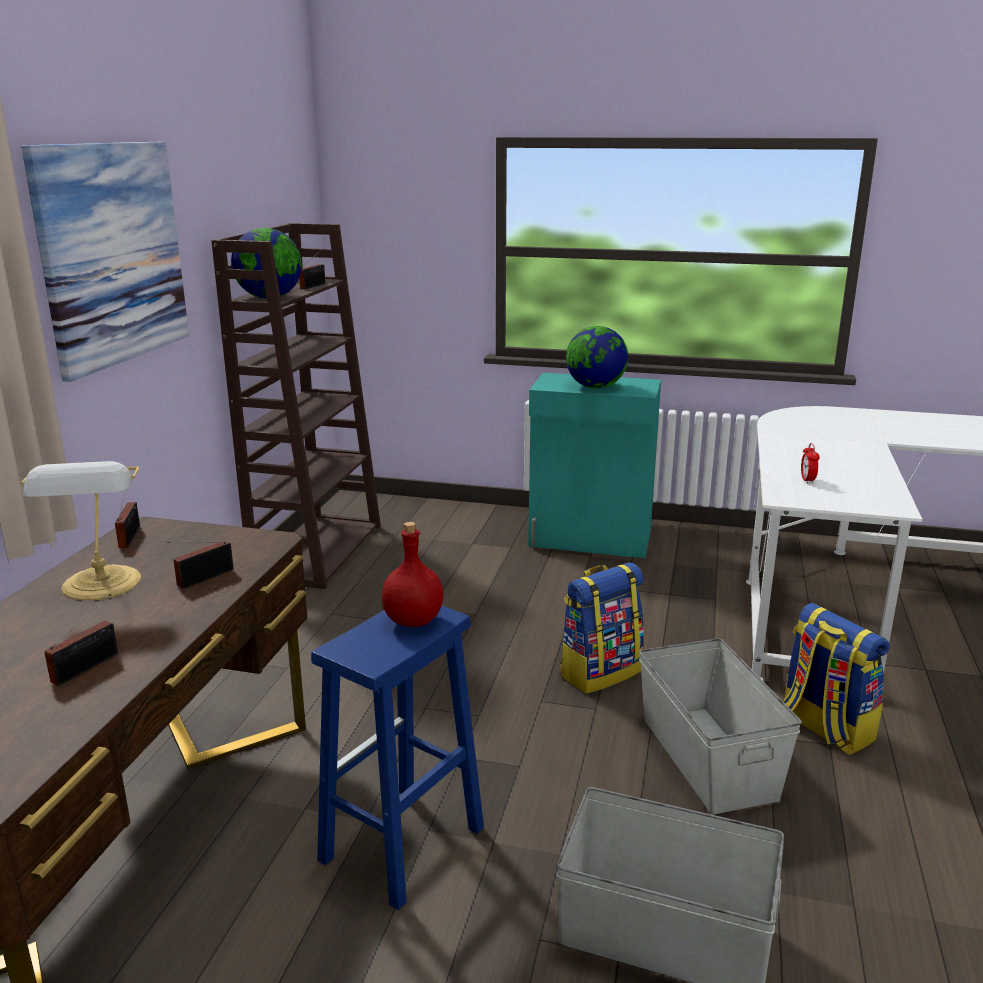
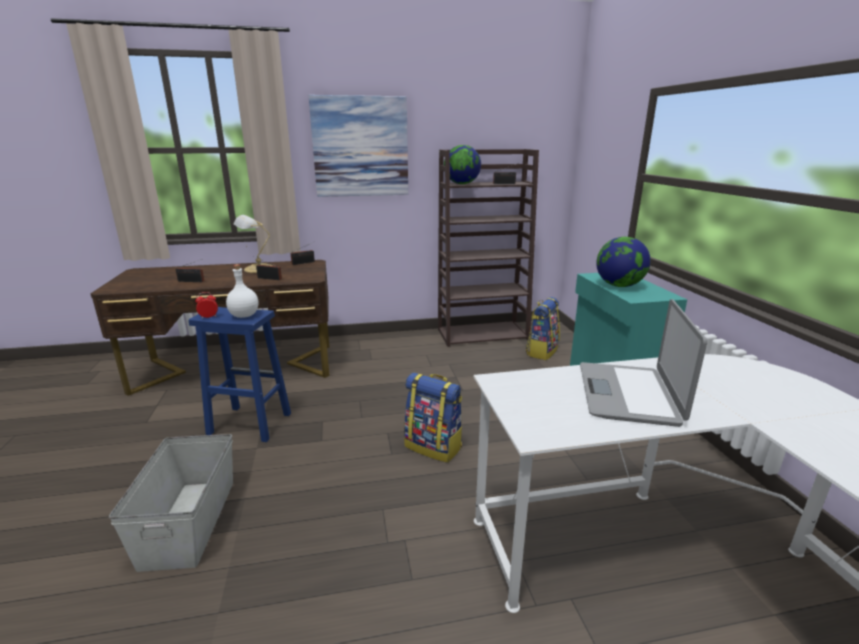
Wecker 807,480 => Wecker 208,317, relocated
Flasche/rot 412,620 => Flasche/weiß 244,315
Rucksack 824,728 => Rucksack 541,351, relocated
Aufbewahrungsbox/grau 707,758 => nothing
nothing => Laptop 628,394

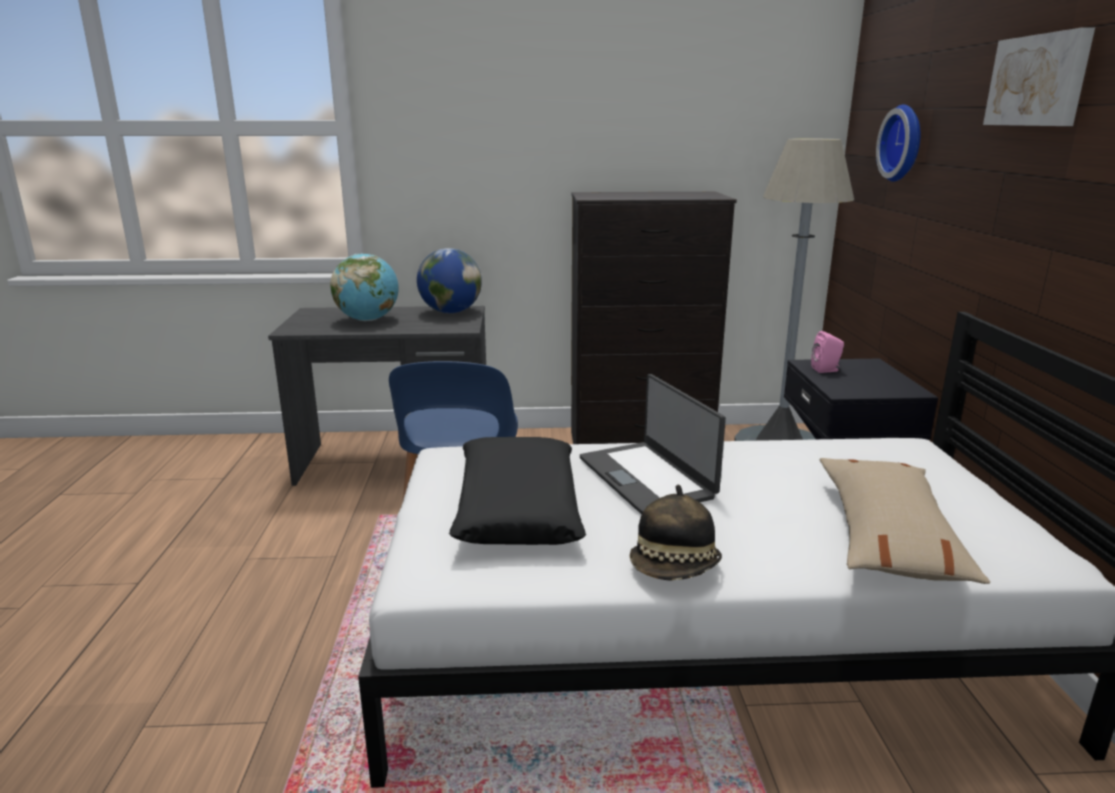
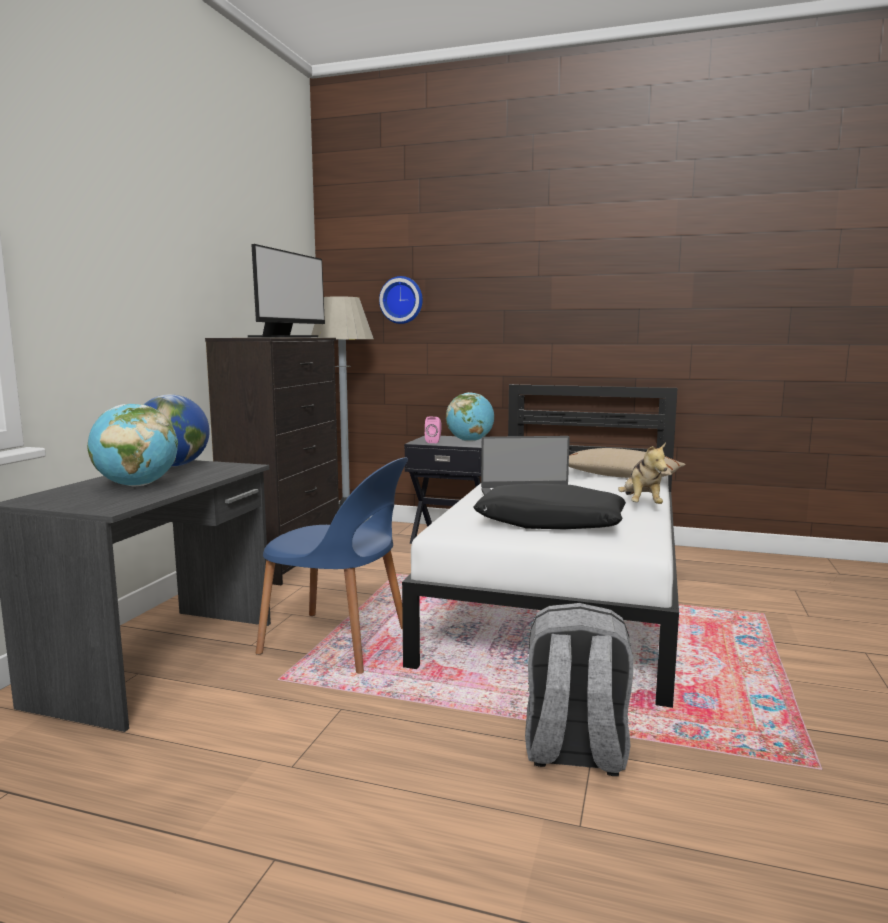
Bild 1039,80 => nothing
Hut 675,568 => Plüschtier 641,505
nothing => Monitor 285,337
nothing => Globus 470,441
nothing => Rucksack/grau 574,752

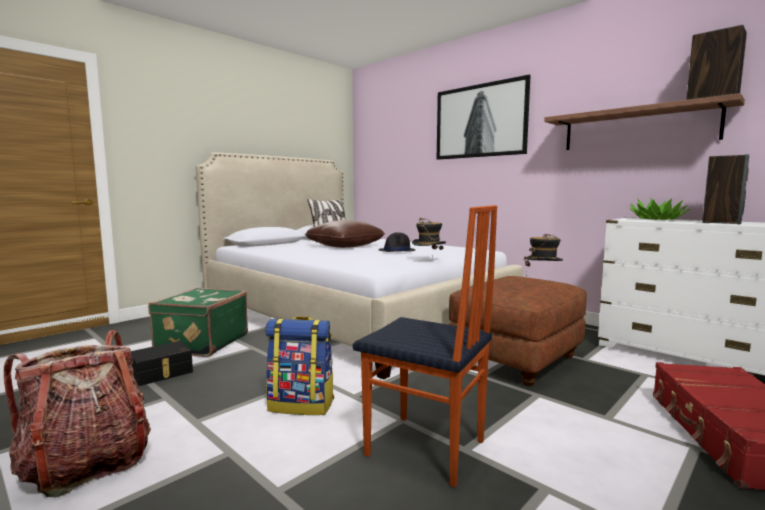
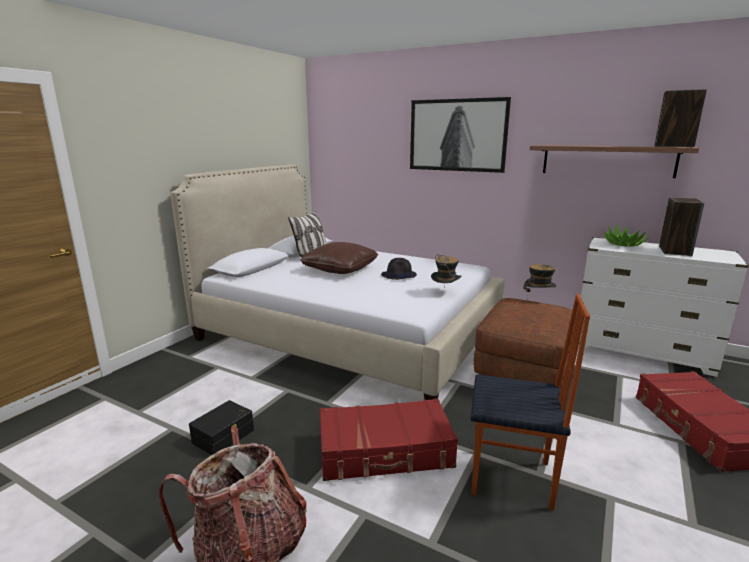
Koffer/grün 201,343 => nothing
Rucksack 302,405 => Koffer/rot 385,452

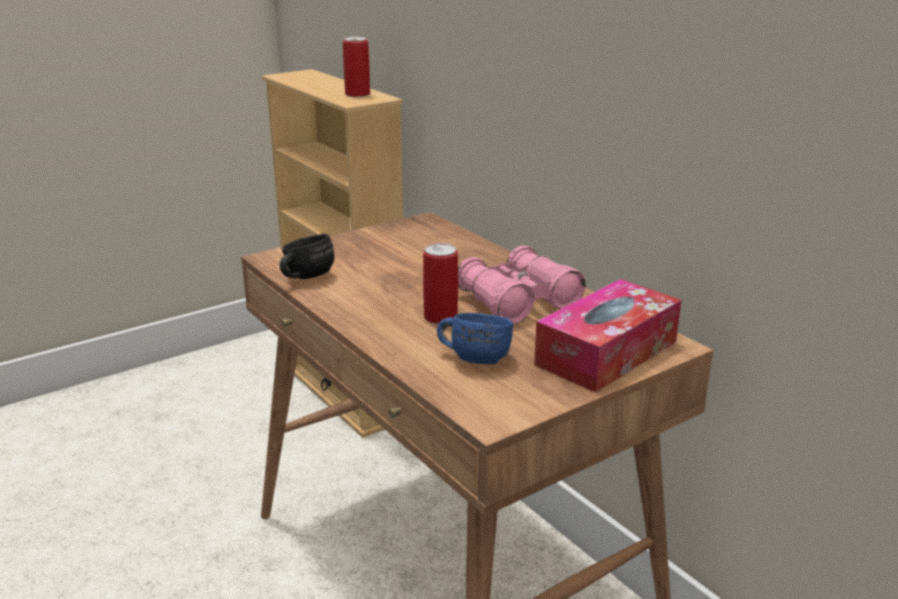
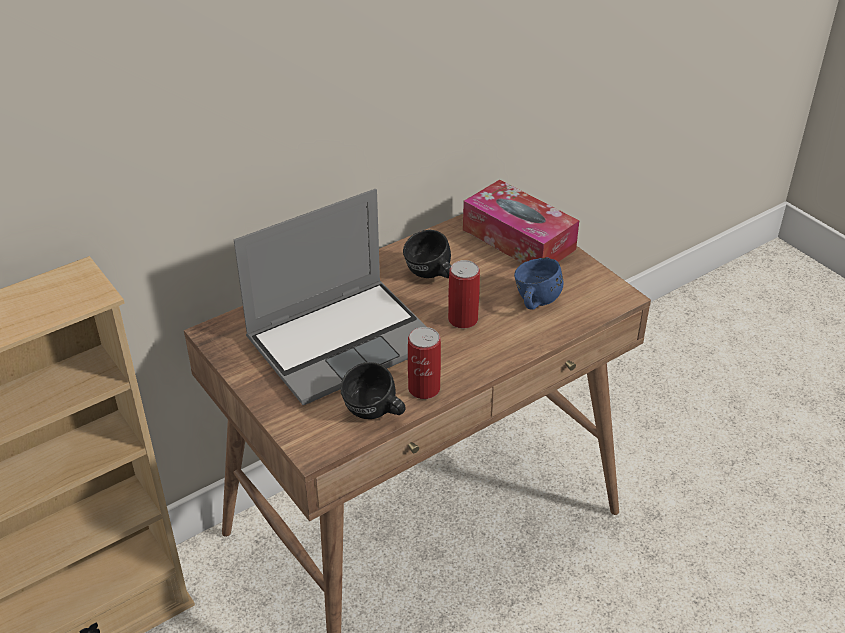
Dose 357,94 => Dose 424,388, relocated
Fernglas/rosa 518,301 => Henkelbecher/schwarz 430,276
nothing => Laptop 343,341

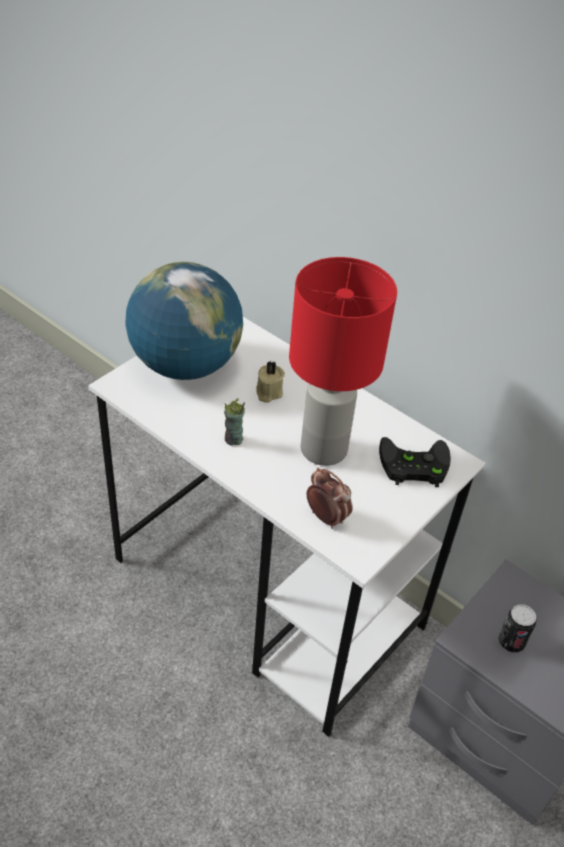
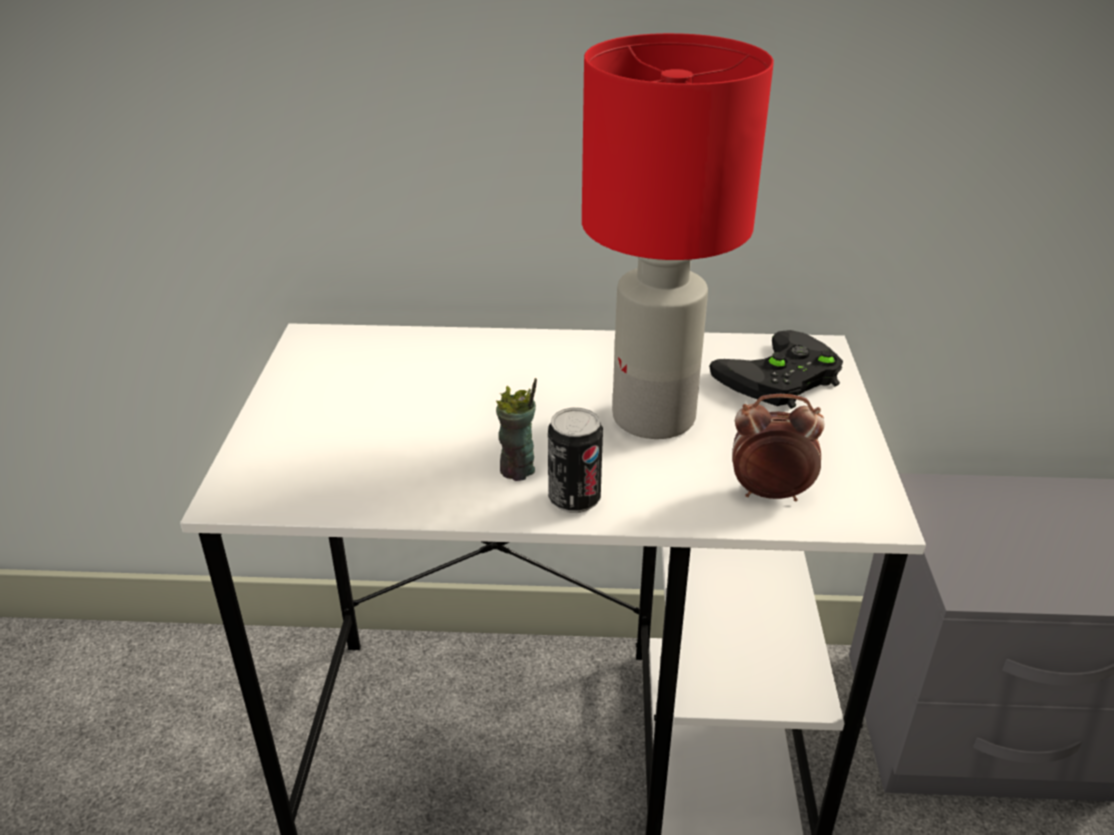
Globus 185,365 => nothing
Kerze/beige 268,393 => nothing
Dose 511,642 => Dose 574,499, relocated

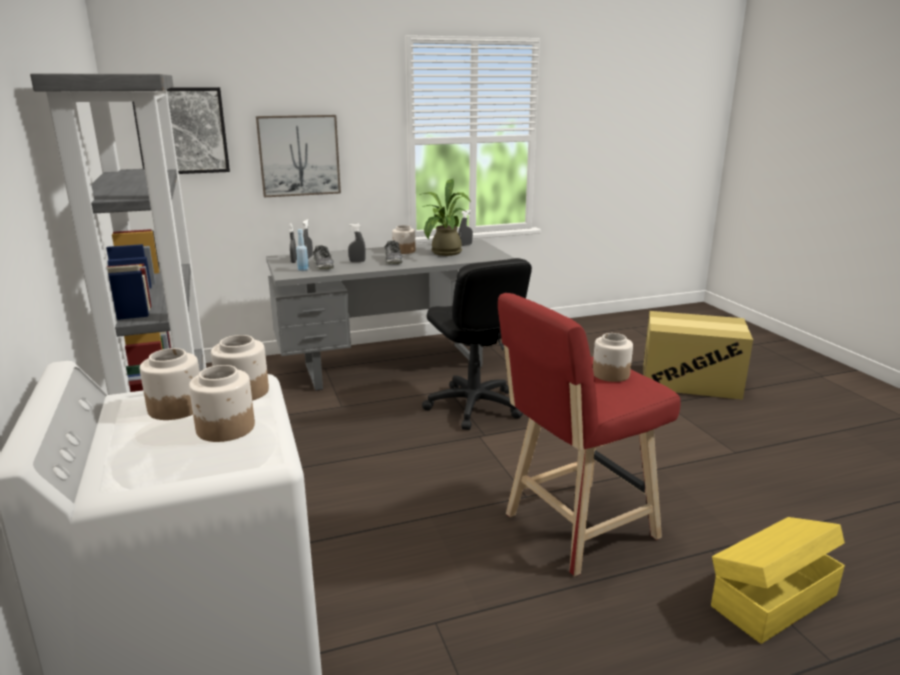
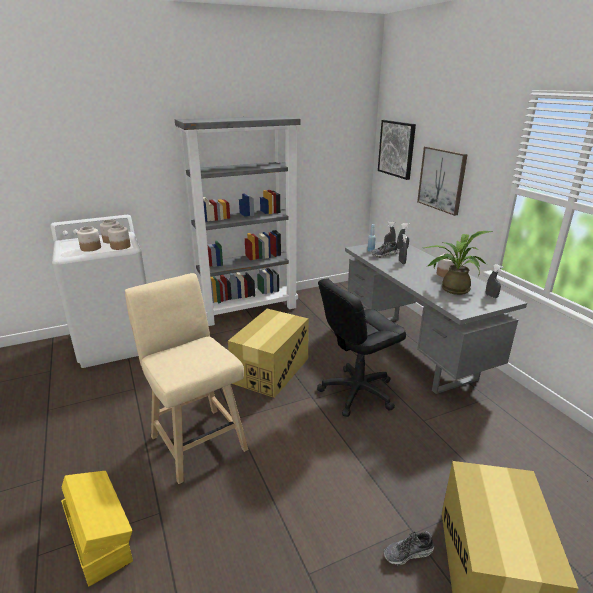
Schuh 393,260 => Schuh 408,553, relocated
Hocker/rot 574,528 => Hocker/beige 196,440
Vorratsglas 610,374 => nothing
nothing => Karton 271,370

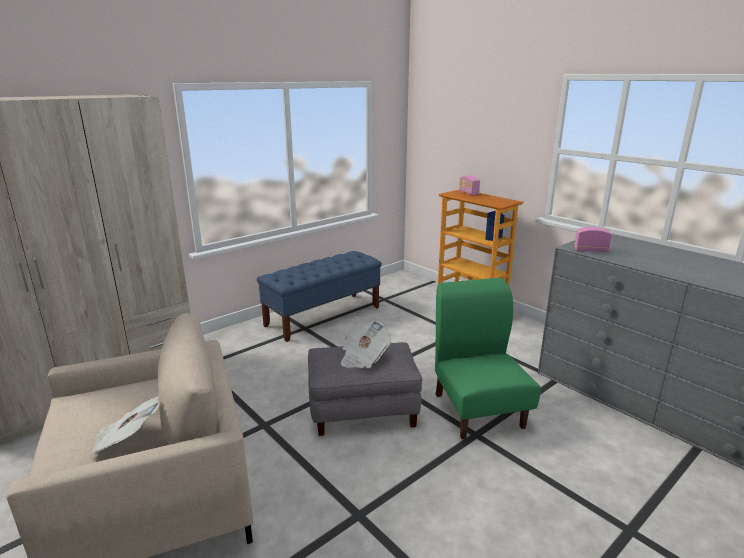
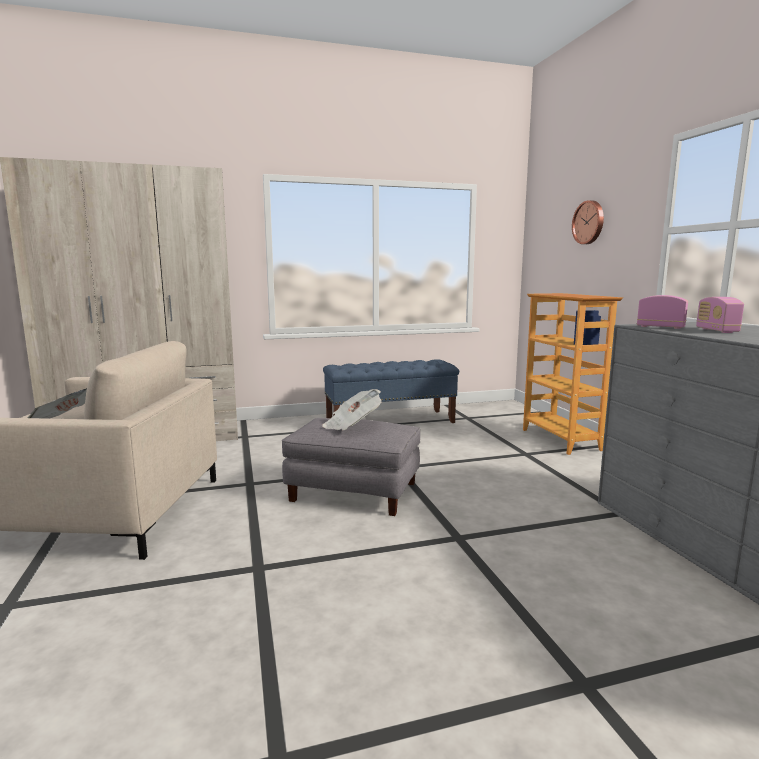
Radio 468,193 => Radio 716,330, relocated
Stuhl/grün 478,409 => nothing
nothing => Wanduhr 589,222

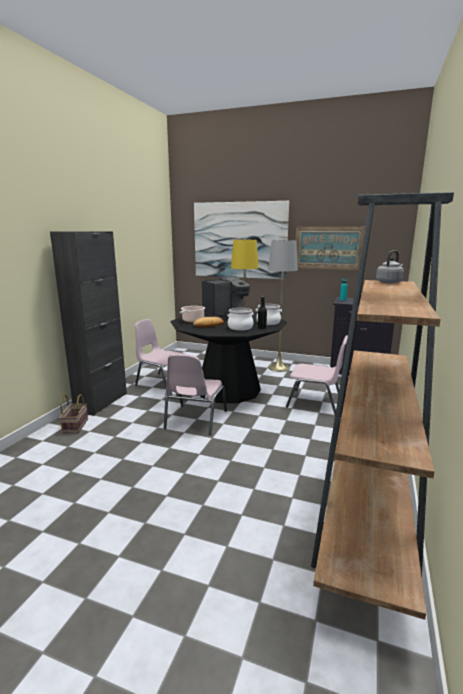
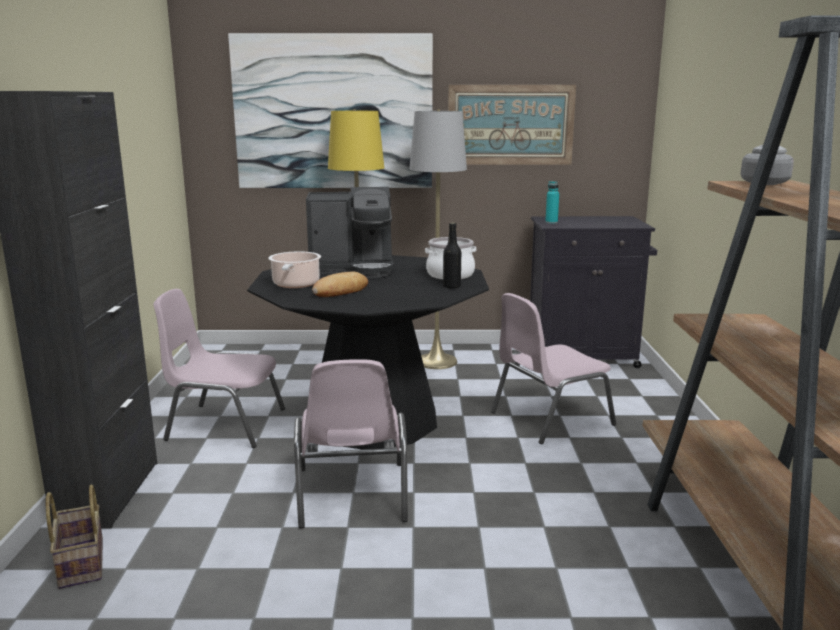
Kaffeemaschine 226,316 => Kaffeemaschine 353,268, 45 degrees clockwise
Kochtopf 240,328 => nothing
Stuhl/rosa 315,402 => Stuhl/rosa 549,418, 150 degrees clockwise

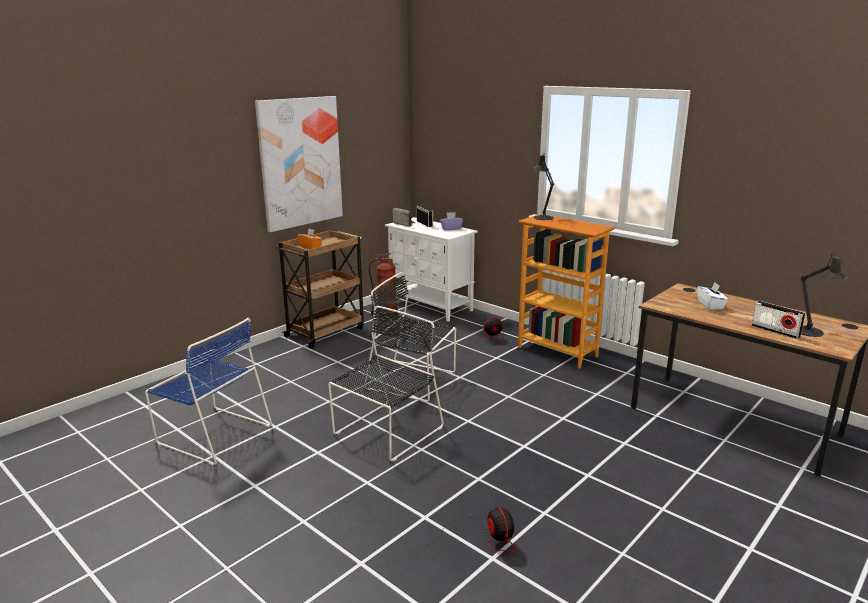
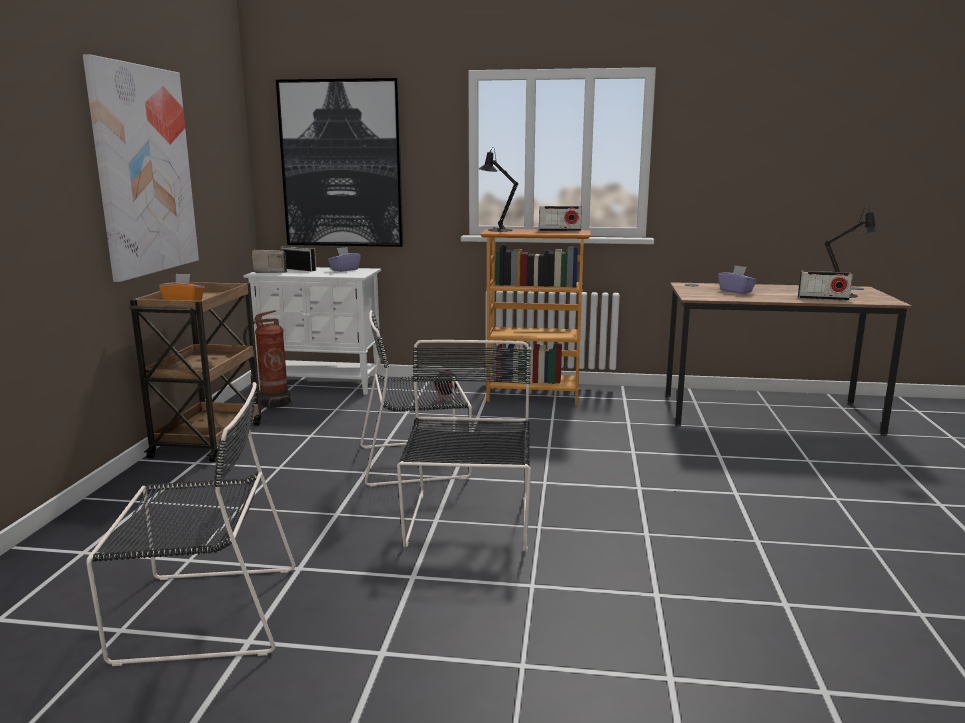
Taschentuchbox/weiß 710,305 => Taschentuchbox/lila 736,291
Stuhl/blau 212,433 => Stuhl/schwarz 202,613
Ventilator 483,538 => nothing
nothing => Bild 341,164
nothing => Radio 559,230

